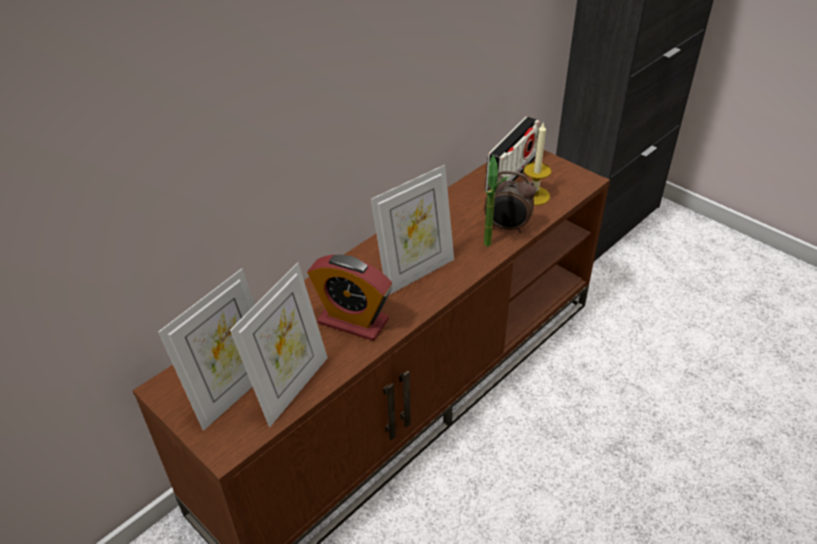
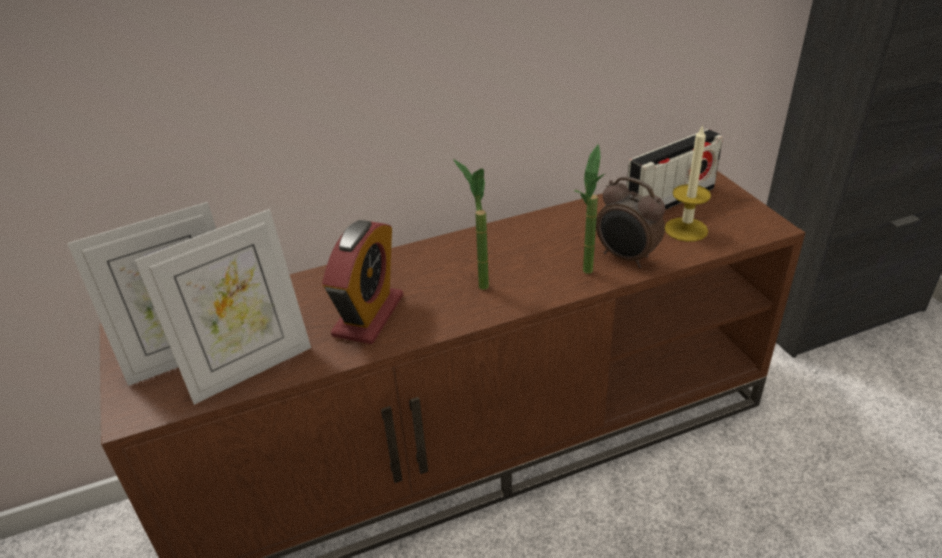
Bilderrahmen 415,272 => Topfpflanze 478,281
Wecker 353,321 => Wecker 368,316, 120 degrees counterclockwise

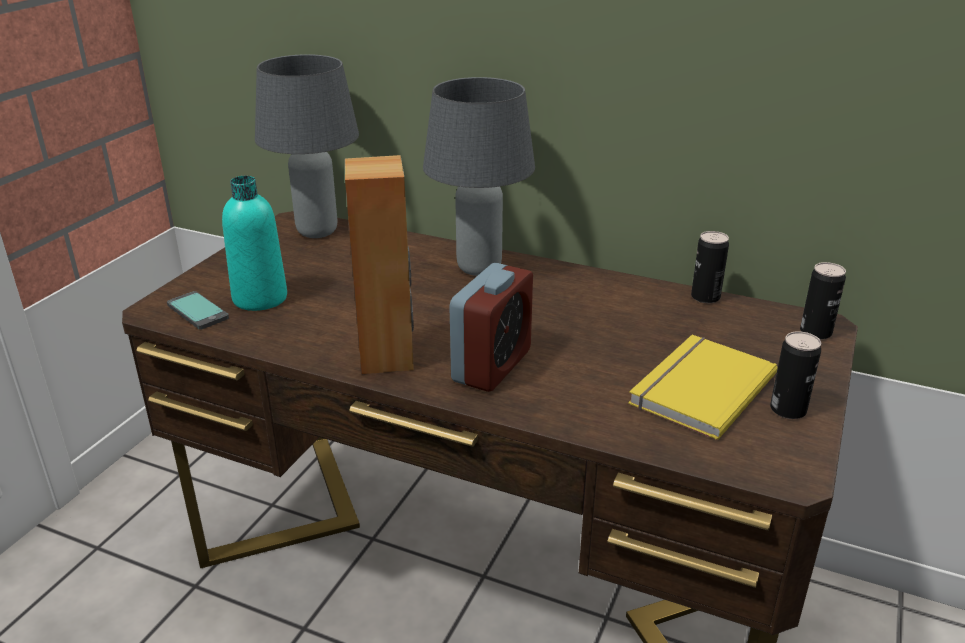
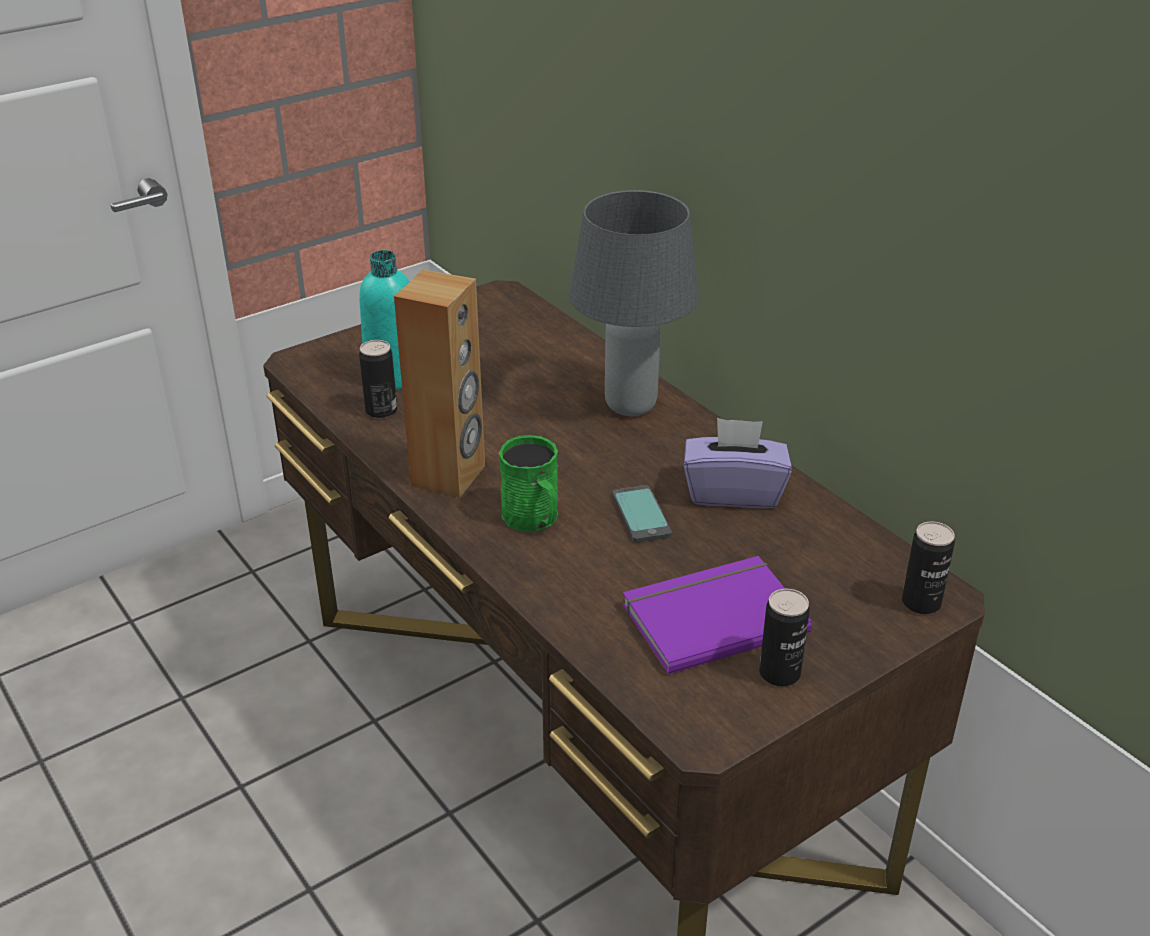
Tischlampe/grau 316,232 => nothing
Dose 705,297 => Dose 381,411, relocated
Wecker 492,366 => Henkelbecher/grün 534,519
Handy 198,311 => Handy 641,515, relocated
Buch/gelb 698,388 => Buch/lila 711,616
nothing => Taschentuchbox/lila 733,492

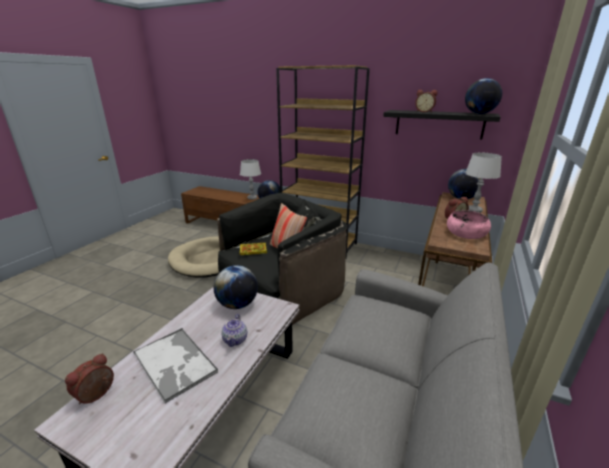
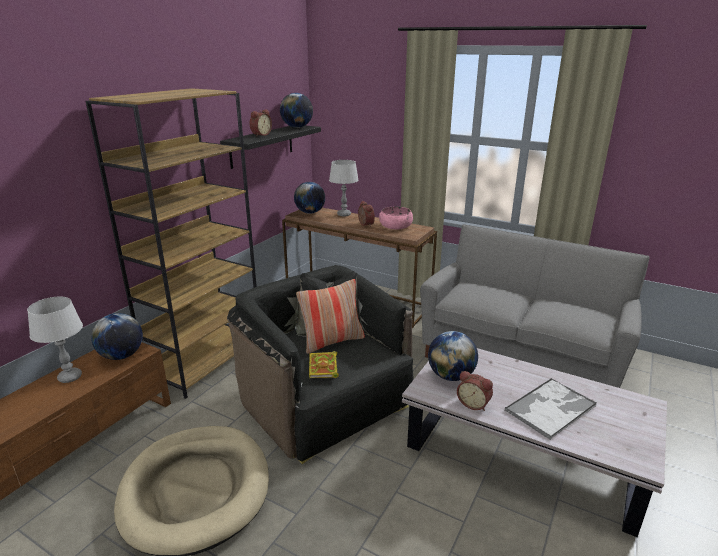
Teekanne 235,339 => nothing
Wecker 97,395 => Wecker 473,404, relocated

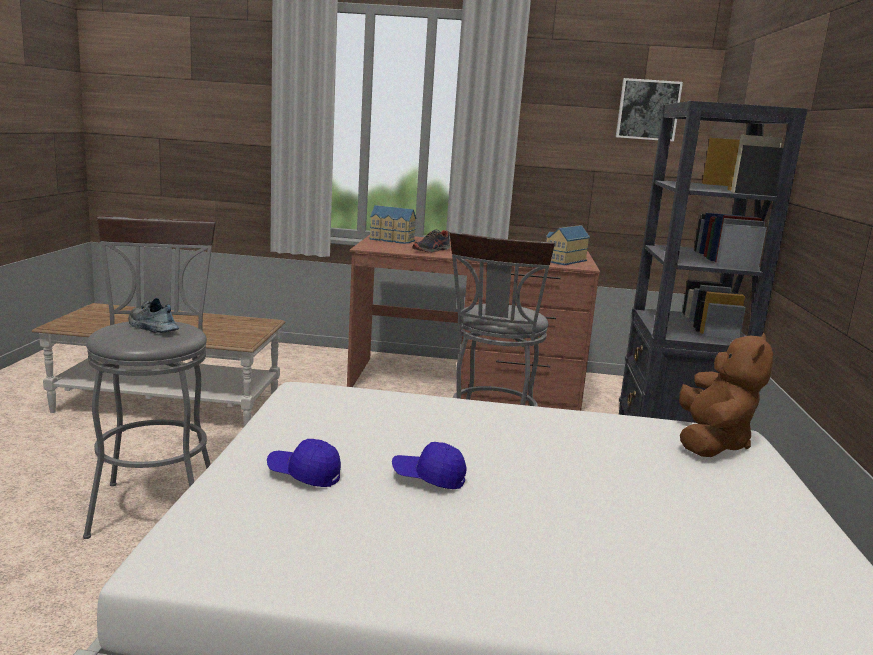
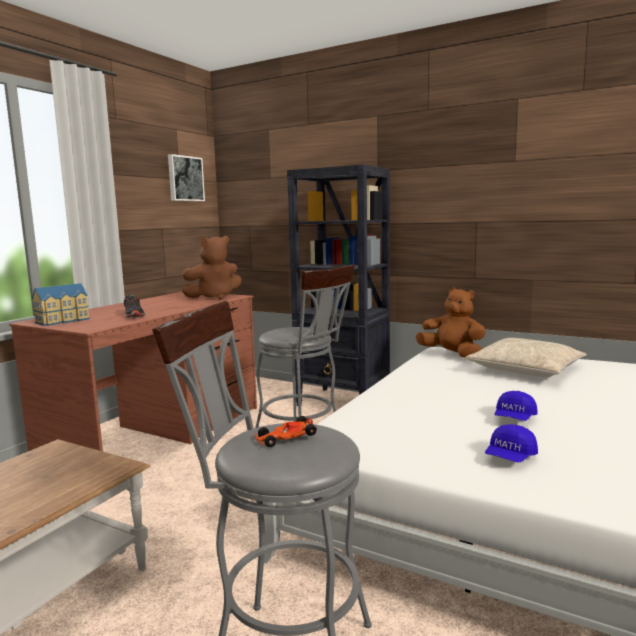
Spielzeughaus 563,260 => Plüschtier/braun 214,297
Schuh 151,328 => Spielzeugauto 285,439
nothing => Kissen/beige 525,369

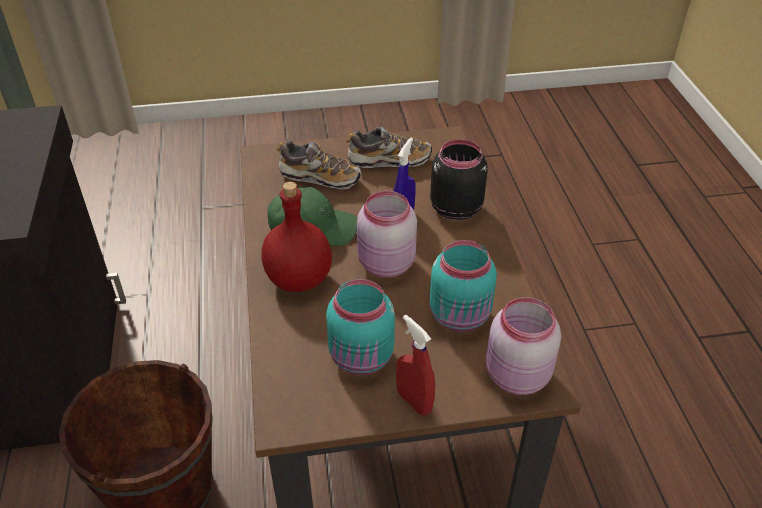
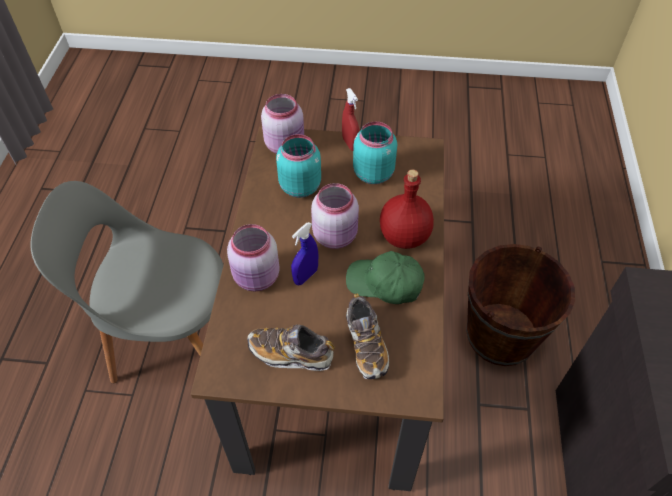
Vorratsglas/schwarz 454,208 => Vorratsglas/rosa 257,278
Schuh 320,177 => Schuh 366,344, 135 degrees counterclockwise
nothing => Stuhl/grau 171,335

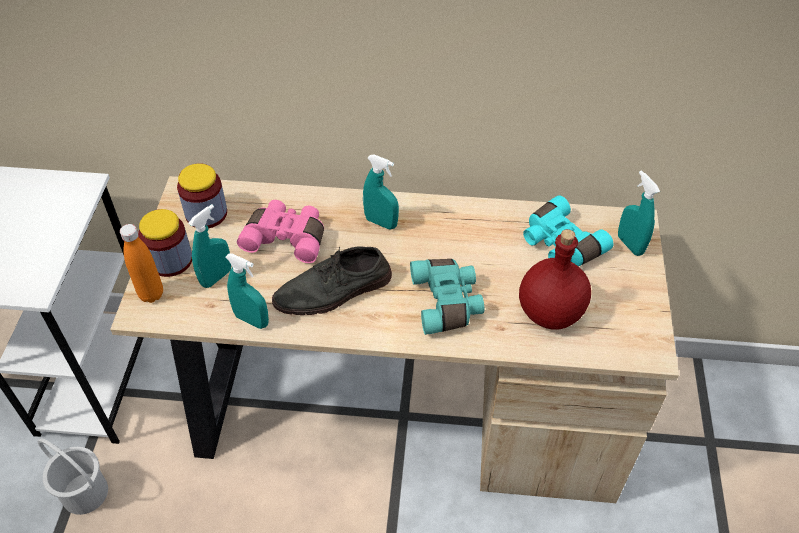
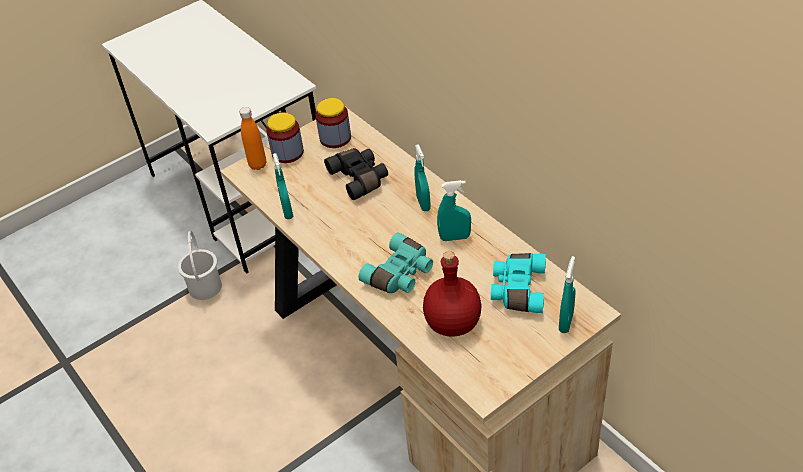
Fernglas/rosa 287,238 => Fernglas/schwarz 360,178
Sprühflasche/türkis 216,277 => Sprühflasche/türkis 455,237, relocated
Schuh/grau 333,291 => nothing

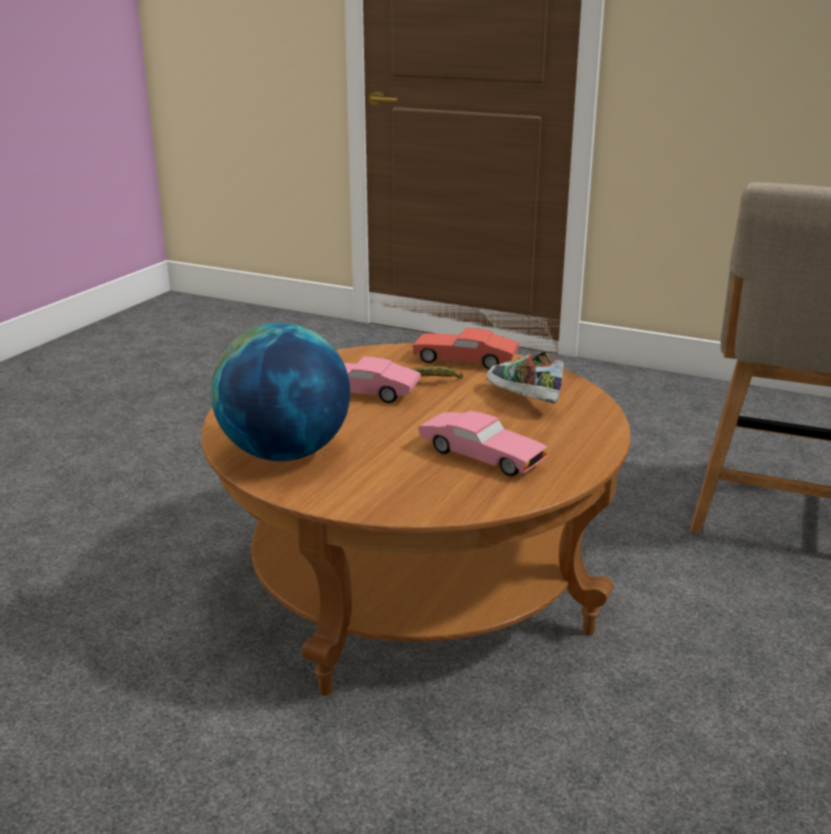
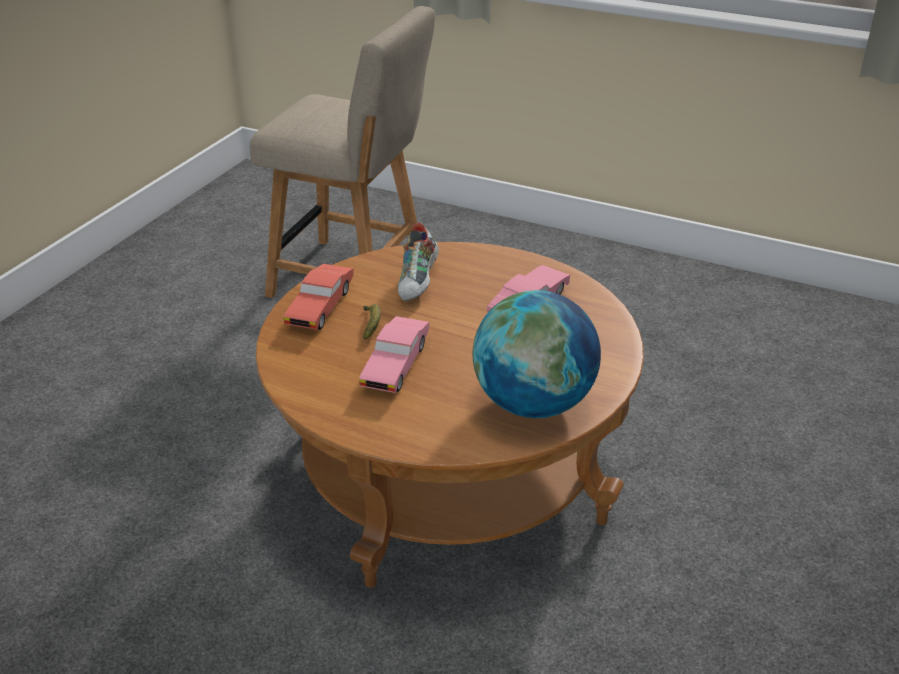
Schuh 521,400 => Schuh 419,283, 45 degrees counterclockwise

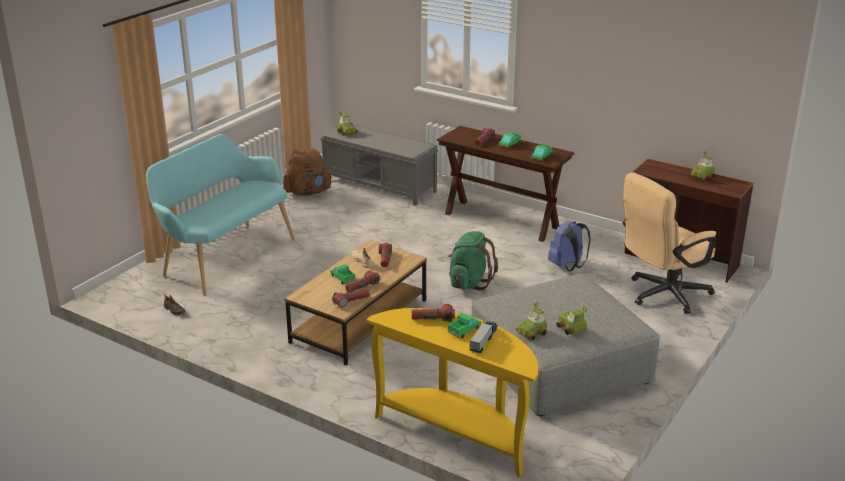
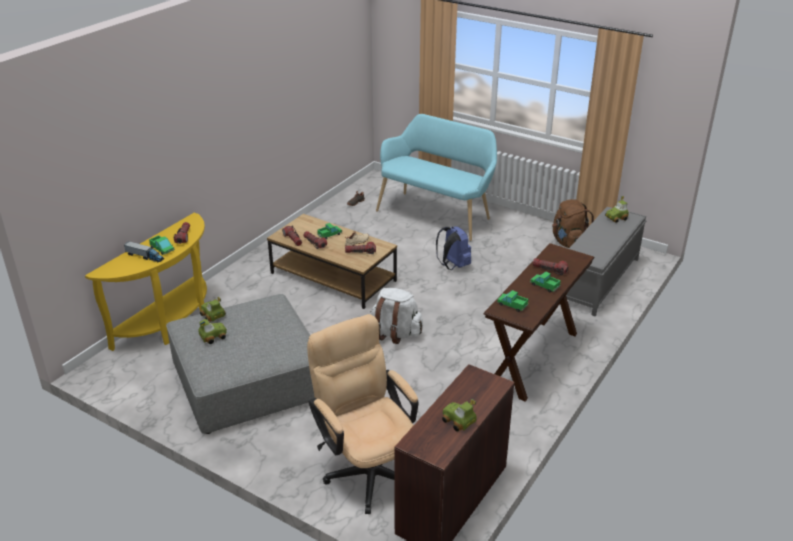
Rucksack/blau 568,266 => Rucksack/blau 453,265, relocated
Rucksack/grün 469,282 => Rucksack/weiß 395,333

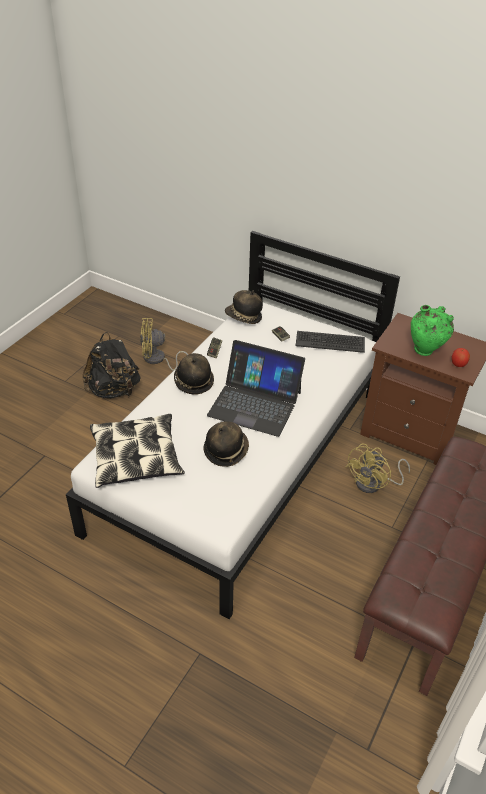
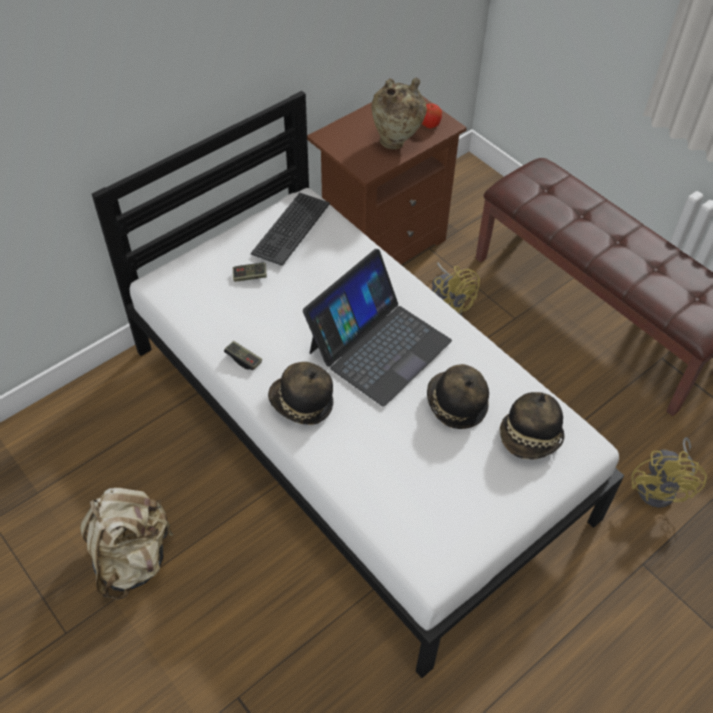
Hut 243,317 => Hut 530,438, relocated
Vase/grün 425,352 => Vase/beige 396,142
Ventilator/gelb 158,360 => Ventilator/gelb 662,488, relocated
Rucksack/schwarz 114,390 => Rucksack/beige 133,558
Kissen 136,457 => nothing

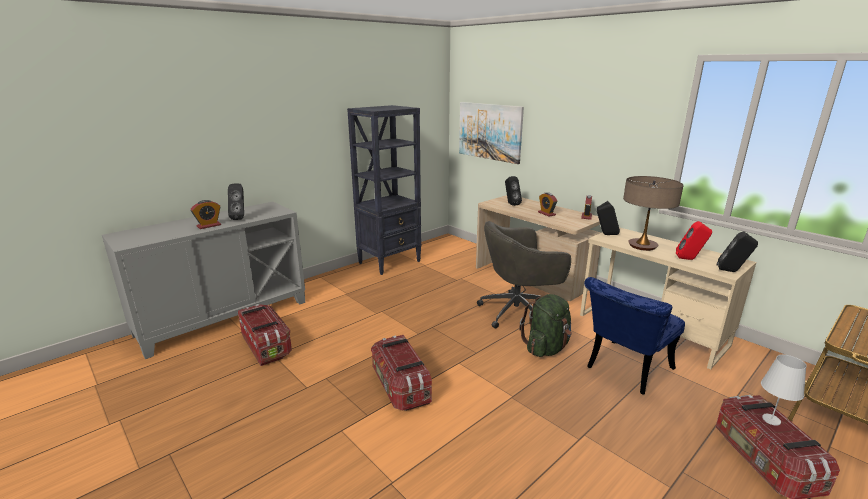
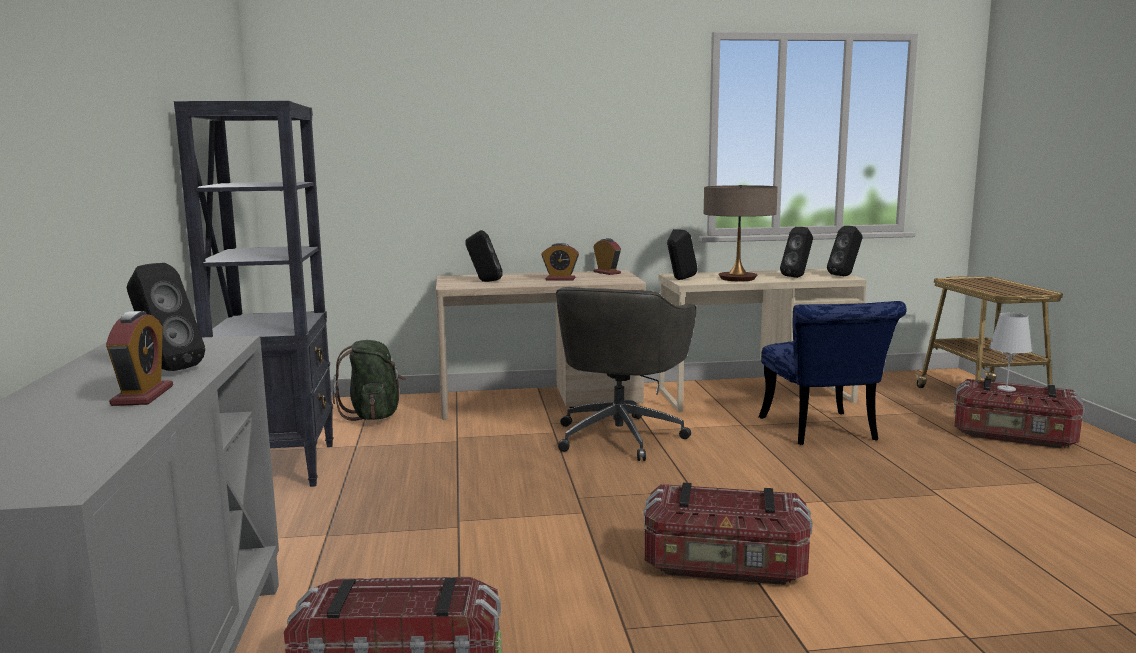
Bild 490,131 => nothing
Lautsprecher/rot 689,259 => Lautsprecher/schwarz 798,277
Rucksack/grün 546,348 => Rucksack/grün 373,416, relocated

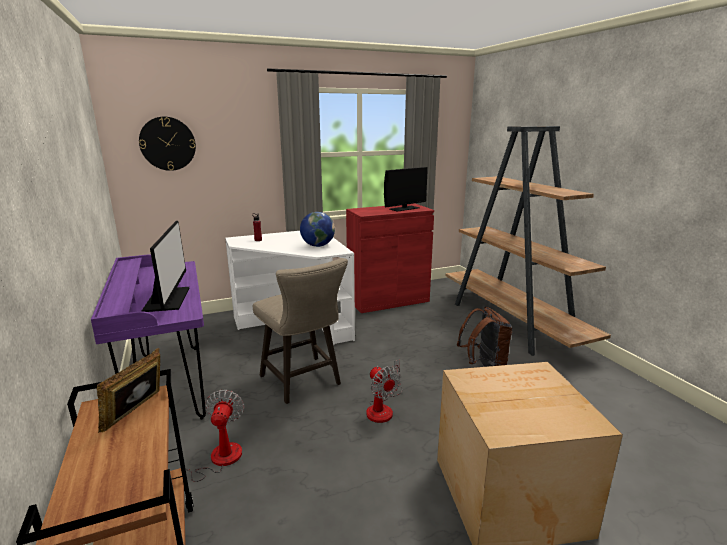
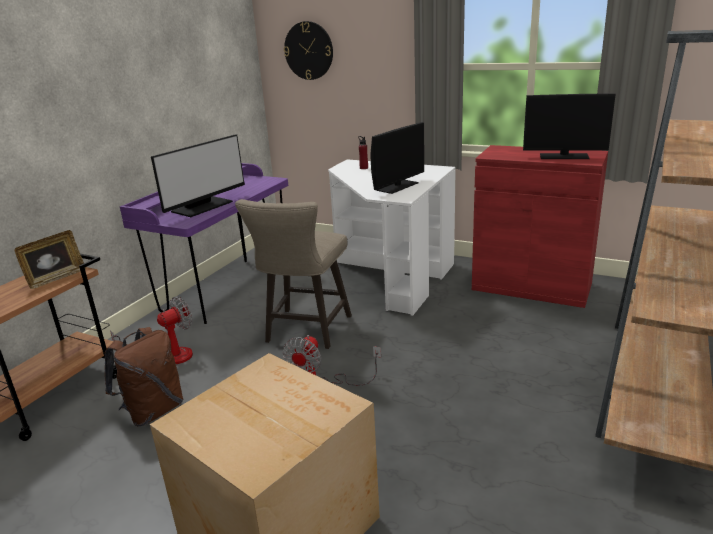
Globus 318,246 => Monitor 398,186
Rucksack/braun 484,367 => Rucksack/braun 153,411, relocated
Bilderrahmen 137,412 => Bilderrahmen 56,278, 150 degrees clockwise

